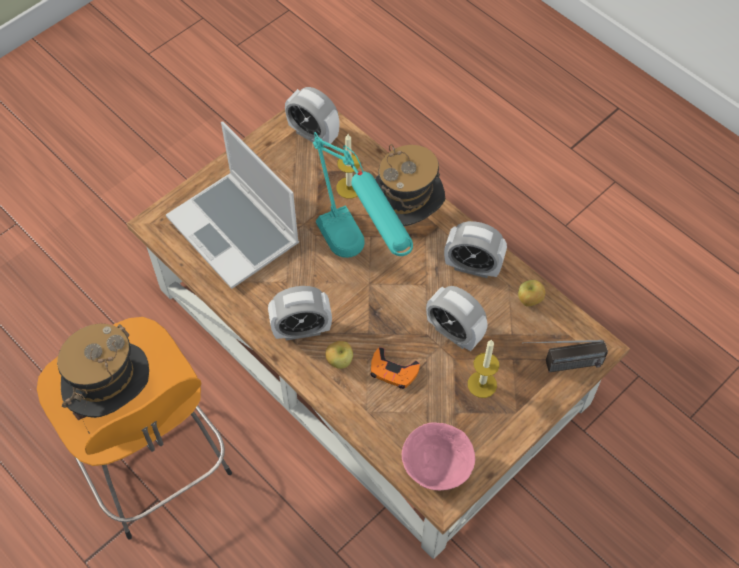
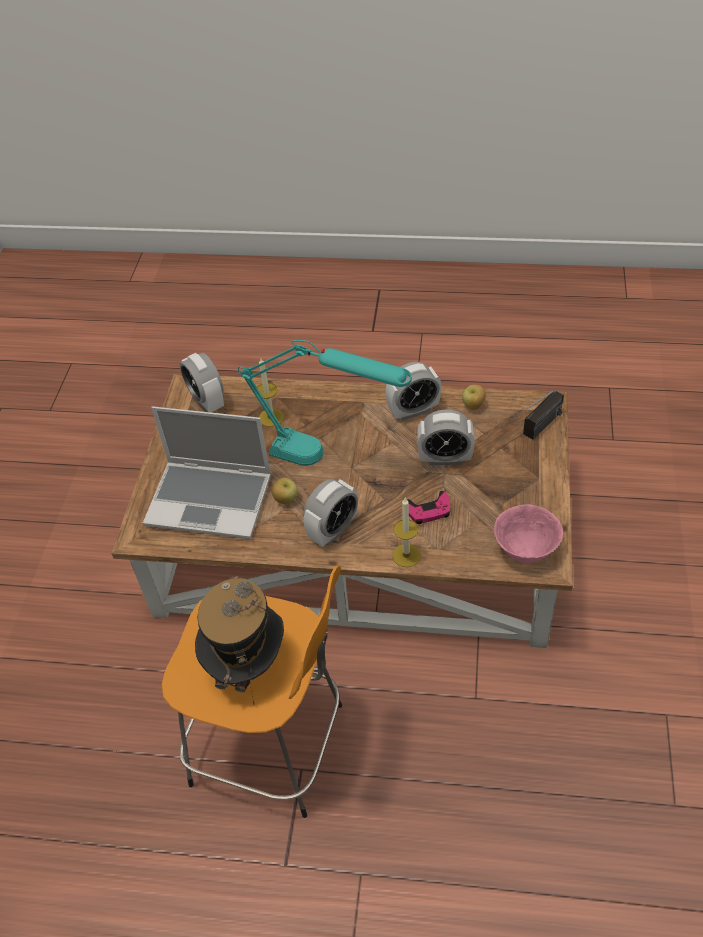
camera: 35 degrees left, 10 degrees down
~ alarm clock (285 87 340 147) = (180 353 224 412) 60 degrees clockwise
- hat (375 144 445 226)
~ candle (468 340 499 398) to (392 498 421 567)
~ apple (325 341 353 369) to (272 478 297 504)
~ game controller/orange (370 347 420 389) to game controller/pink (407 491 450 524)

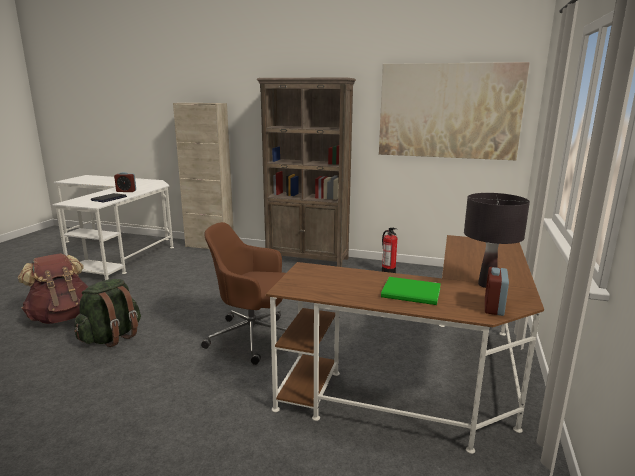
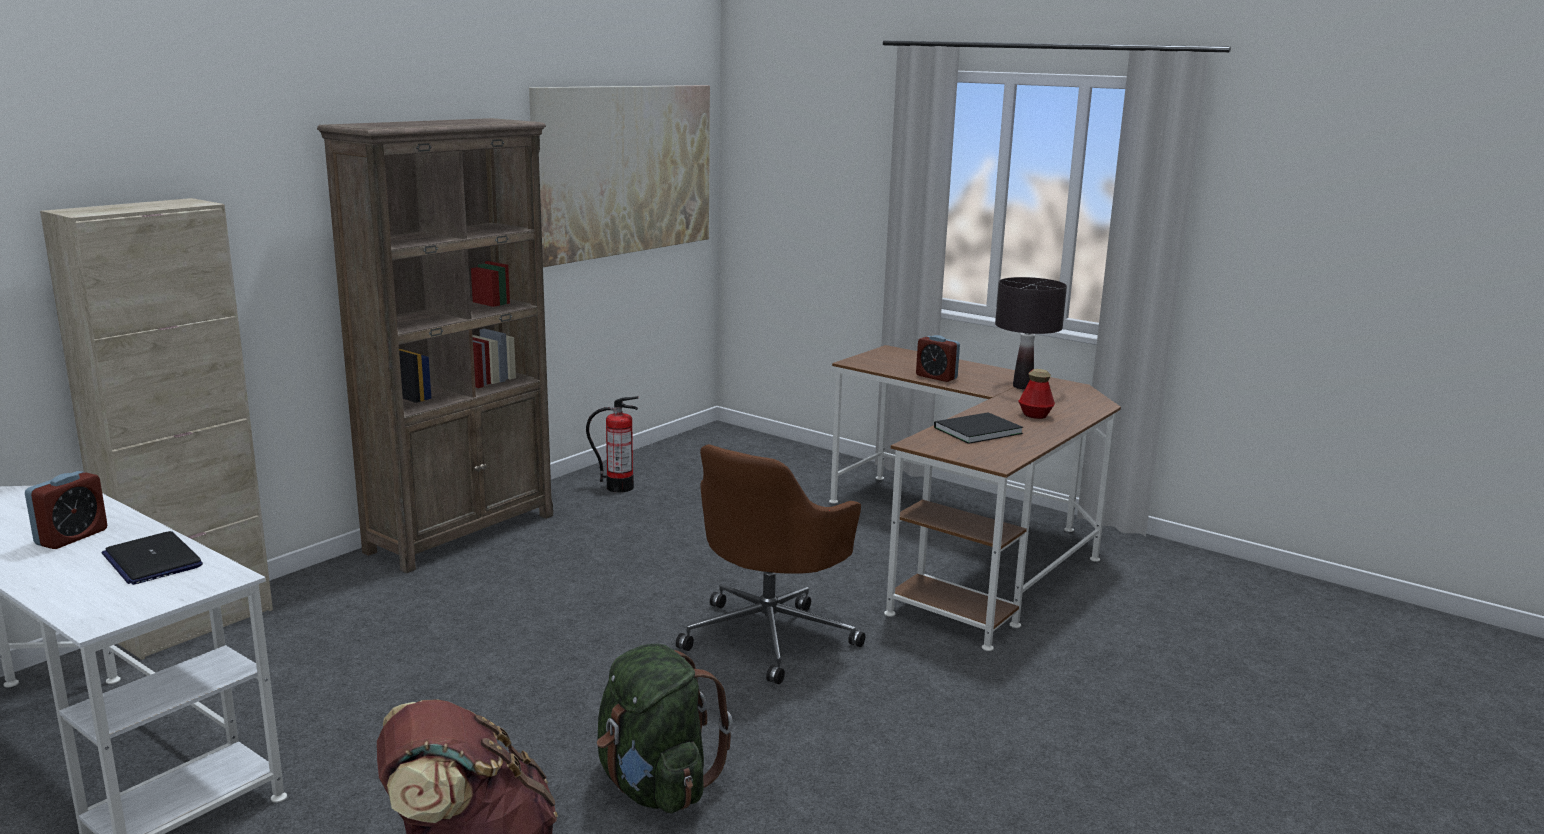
camera: 70 degrees left, 0 degrees up
~ alarm clock (485 267 509 316) to (916 335 960 382)
~ book/green (381 277 441 305) to bottle (1018 369 1055 419)
+ book/black (934 412 1023 444)

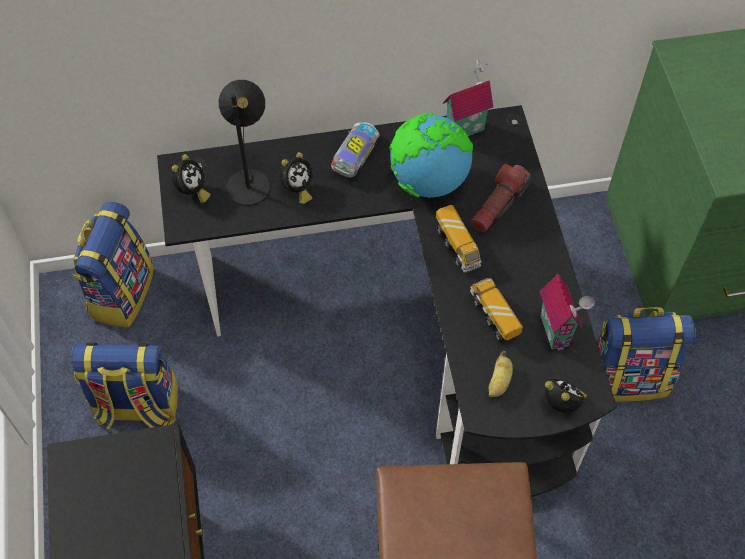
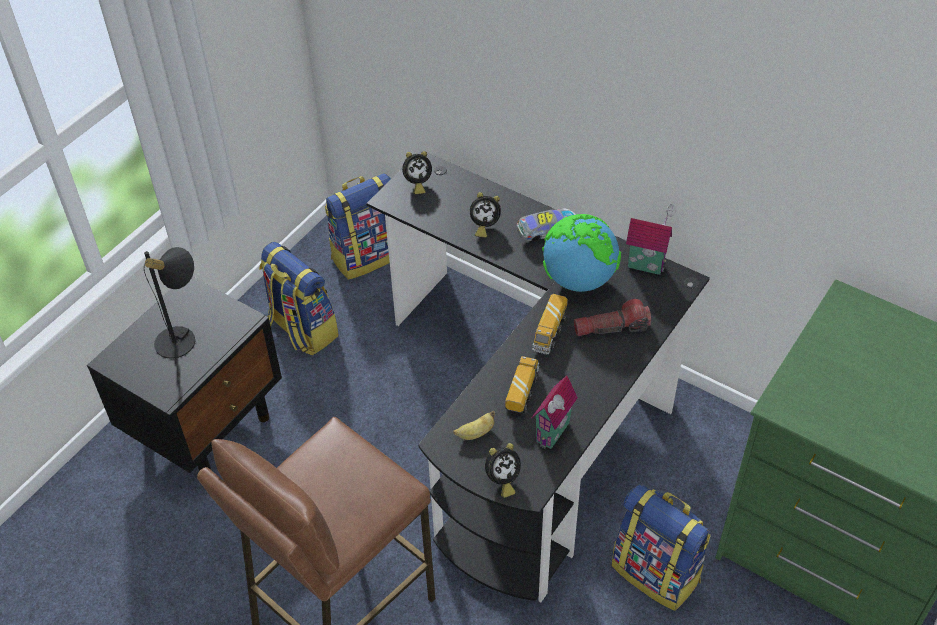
camera: 45 degrees right, 10 degrees down
~ table lamp/black (219 80 270 206) to (144 247 195 359)
~ alarm clock (545 377 587 413) = (485 443 521 498) 60 degrees clockwise

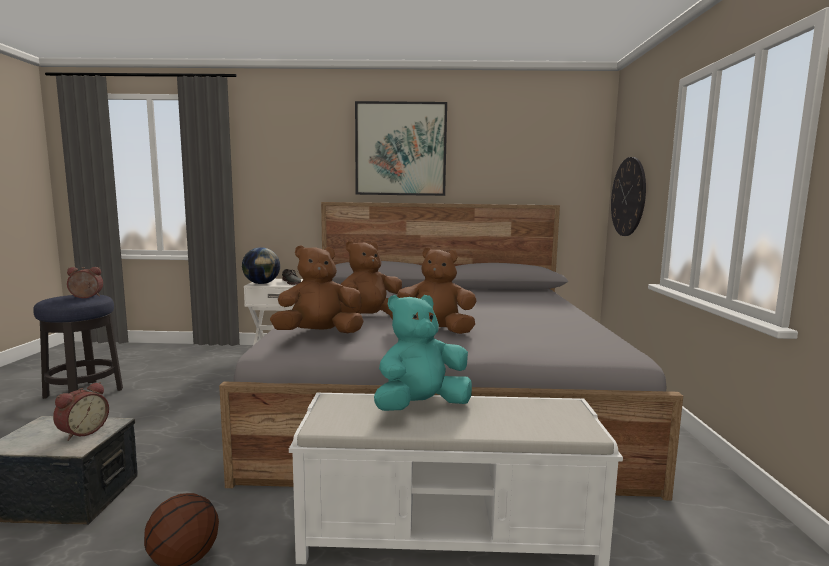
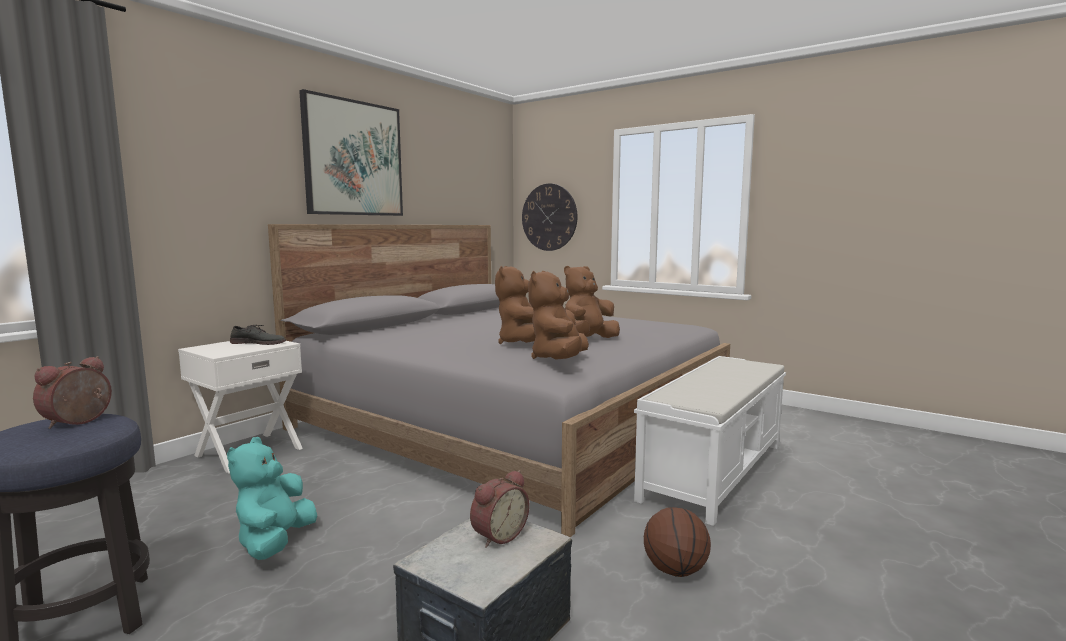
camera: 55 degrees left, 0 degrees up
- globe (242 247 280 284)
~ plush toy/turquoise (374 295 472 411) to (227 437 317 560)
~ alarm clock (53 382 109 441) = (470 470 529 548) 75 degrees clockwise

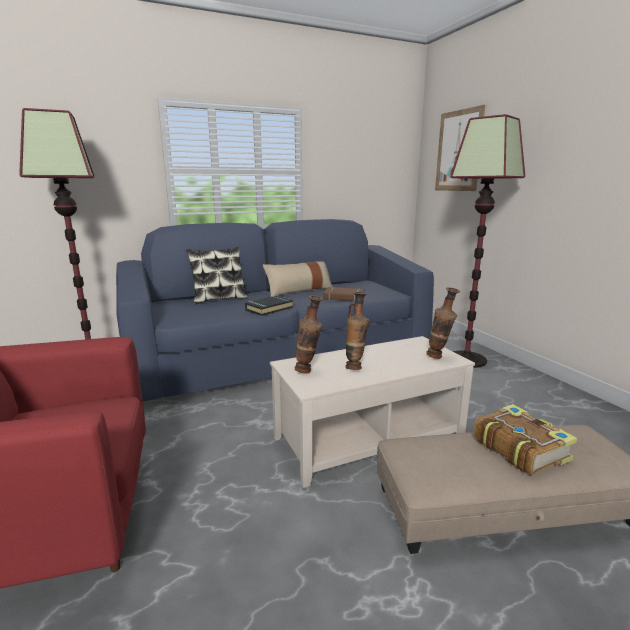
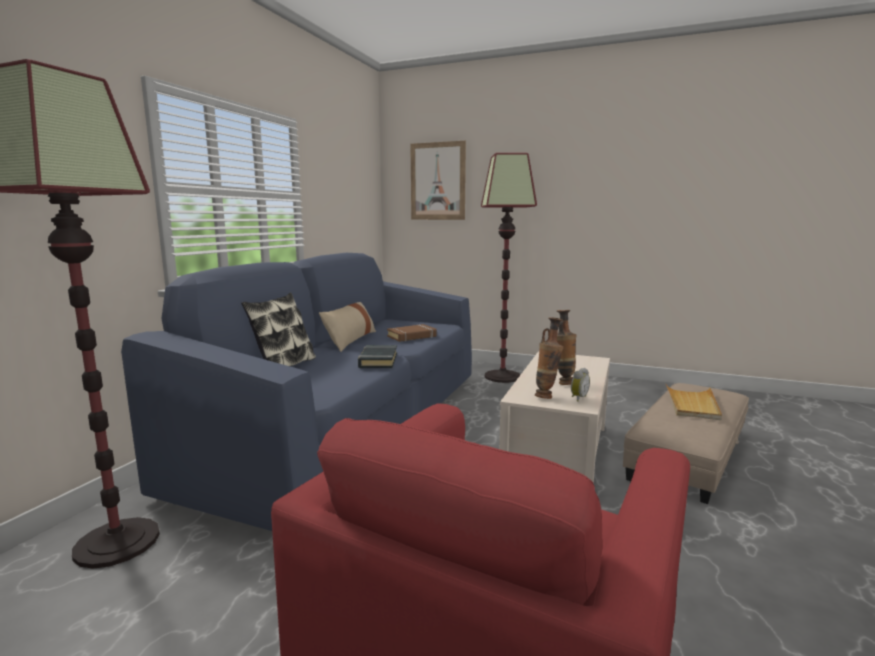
camera: 45 degrees left, 5 degrees down
- vase (426 287 460 359)
~ book (474 404 577 475) to tray/beige (665 383 722 420)
+ alarm clock (571 368 590 402)

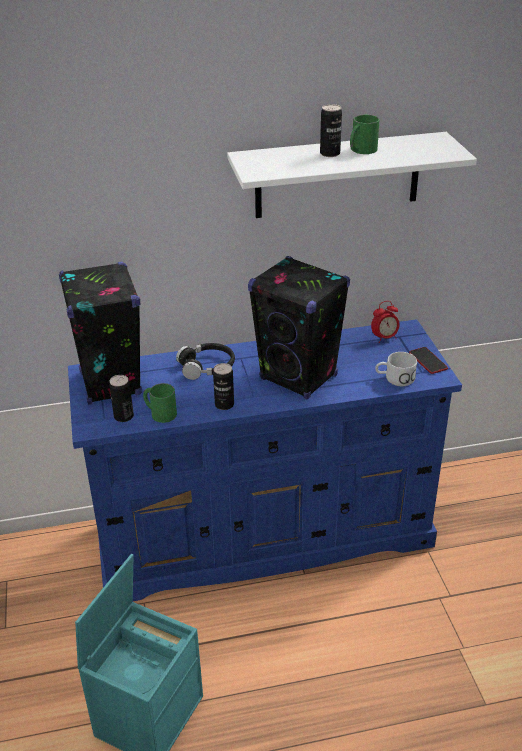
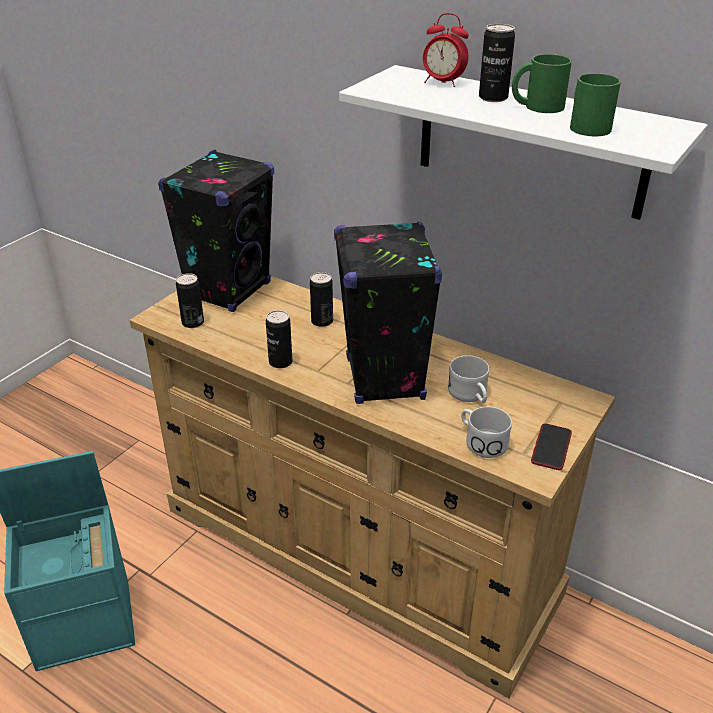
camera: 45 degrees right, 0 degrees up
~ alarm clock (371 301 400 343) to (423 13 468 87)
~ dresser/blue (68 319 462 601) to dresser/beige (130 276 615 699)
~ headphones/black (176 343 235 380) to can (310 272 333 327)
~ mug/green (143 383 177 423) to (570 73 621 136)
+ mug/white (448 355 489 403)

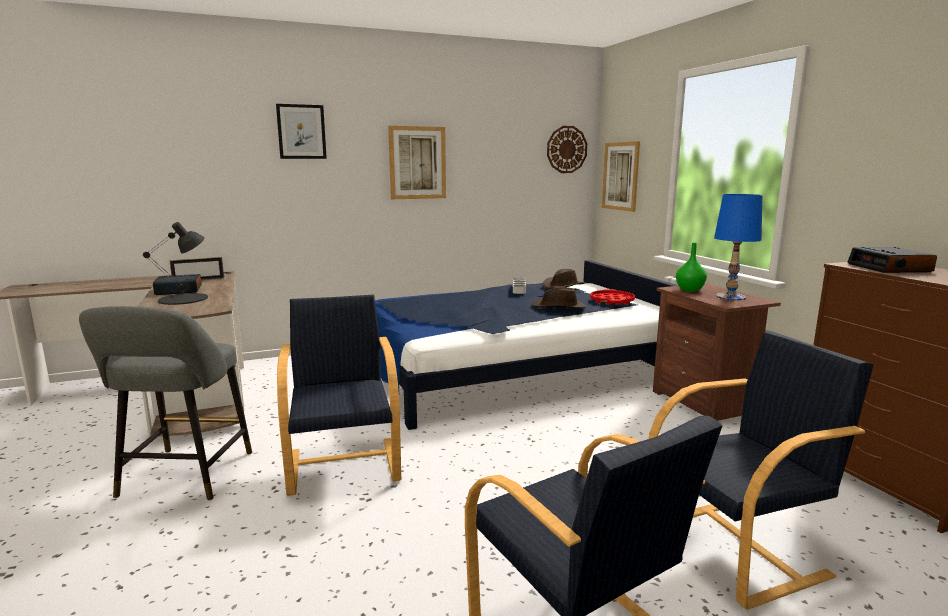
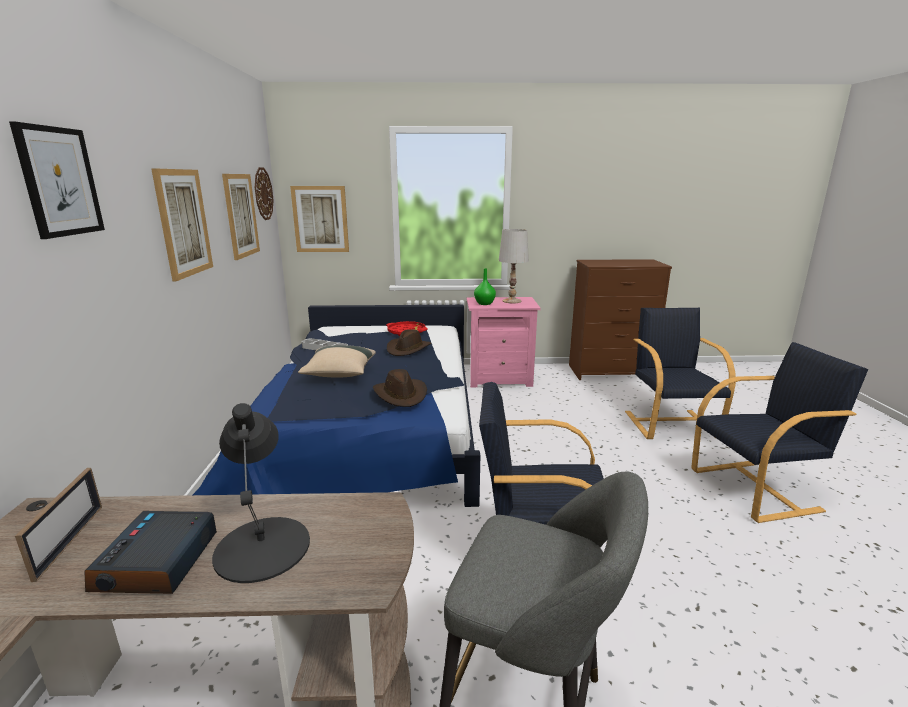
camera: 70 degrees left, 5 degrees up
~ table lamp/blue (714 194 762 300) to table lamp/white (499 229 529 304)
- alarm clock (848 247 937 273)
~ hat/brown (543 269 586 289) to (373 369 427 407)
~ nightstand/brown (653 283 781 421) to nightstand/pink (467 297 541 387)
+ picture (222 174 260 260)
+ pillow/beige (298 345 376 377)

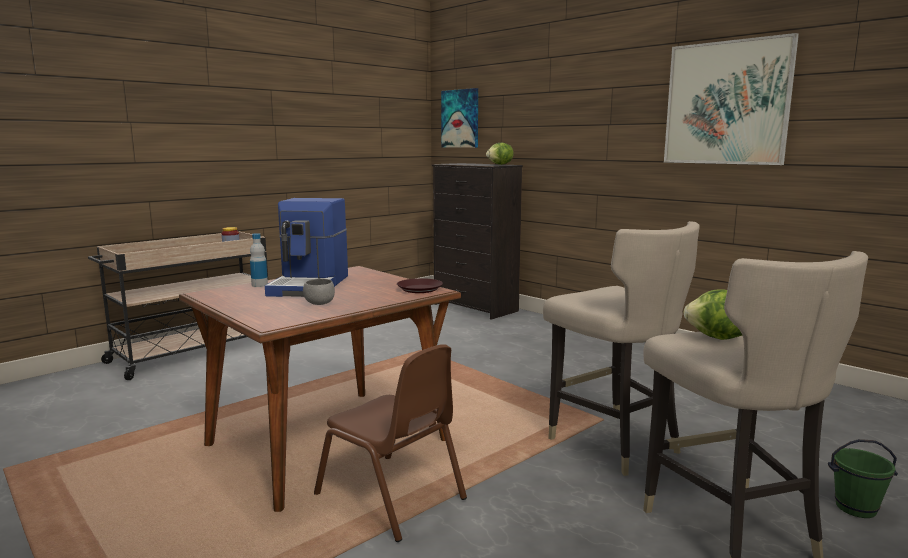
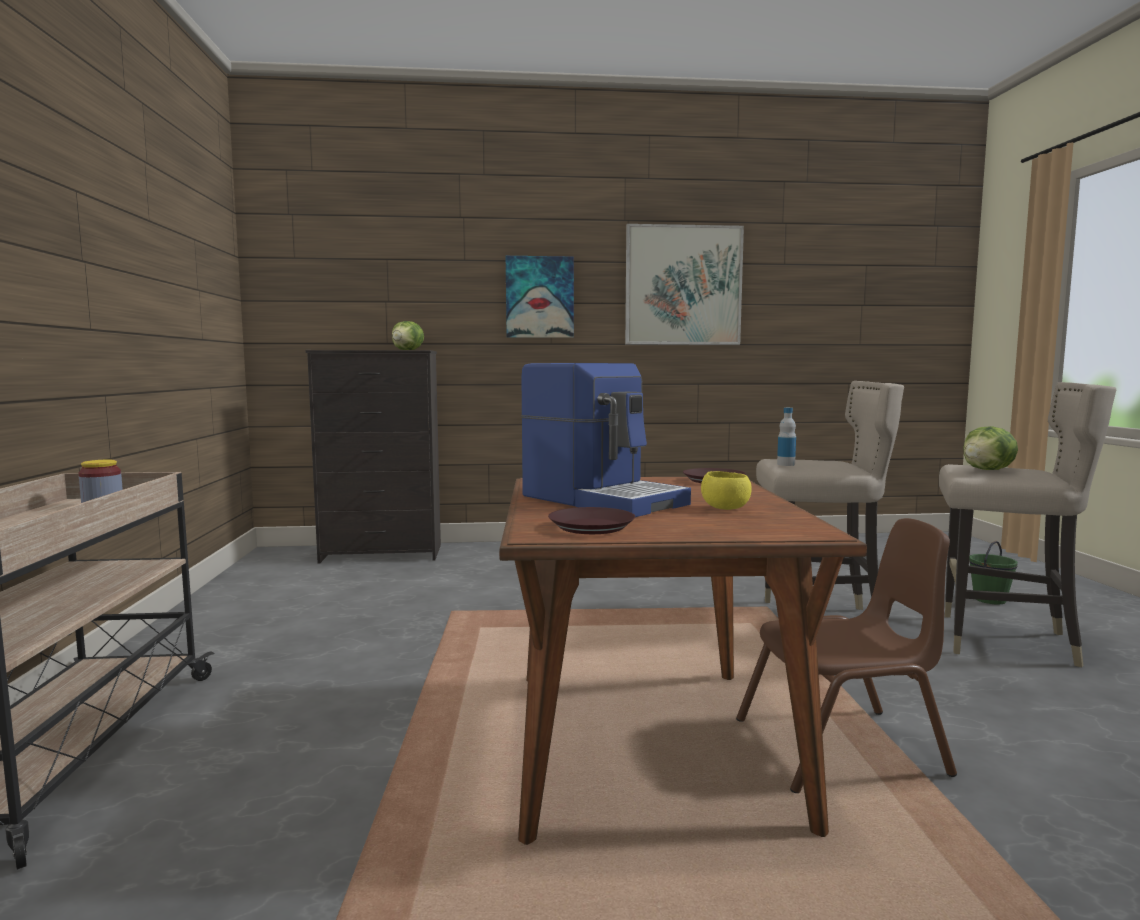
camera: 50 degrees left, 5 degrees down
~ picture (441 88 478 148) to (506 256 574 338)
~ bottle (250 233 268 287) to (777 408 796 466)
~ bowl/grey (303 278 335 305) to bowl/yellow (701 471 752 510)
+ plate/brown (548 507 635 534)

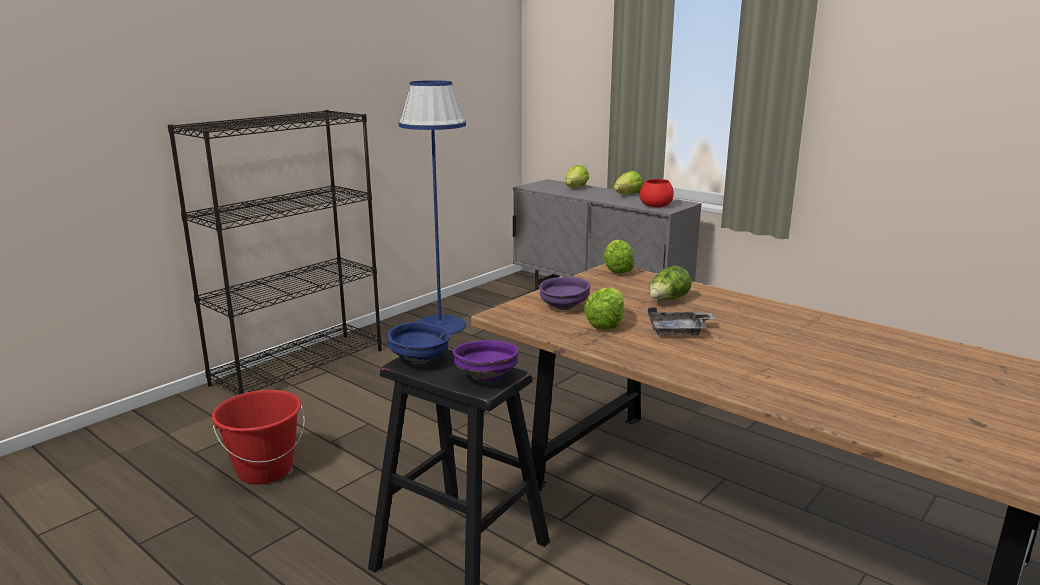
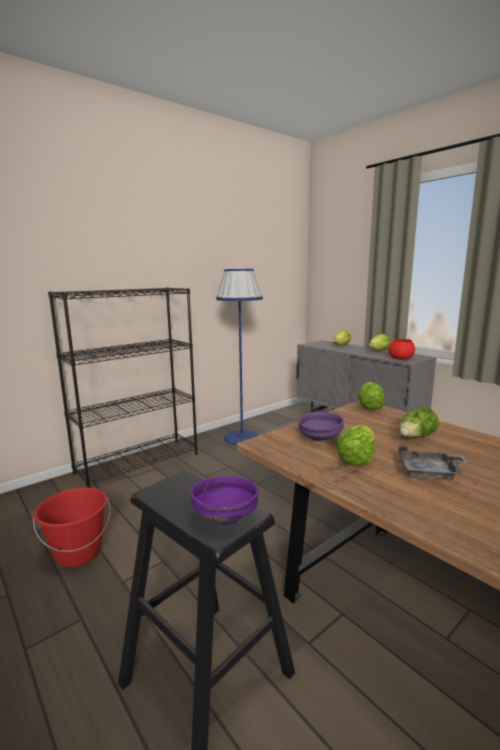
camera: 10 degrees right, 5 degrees down
- bowl/blue (387 322 450 364)

